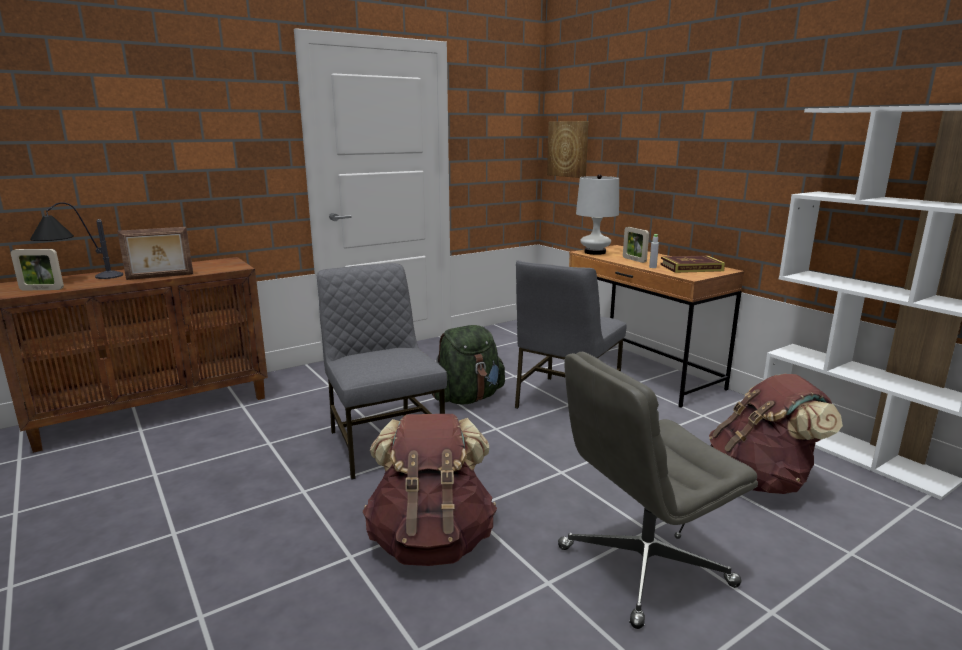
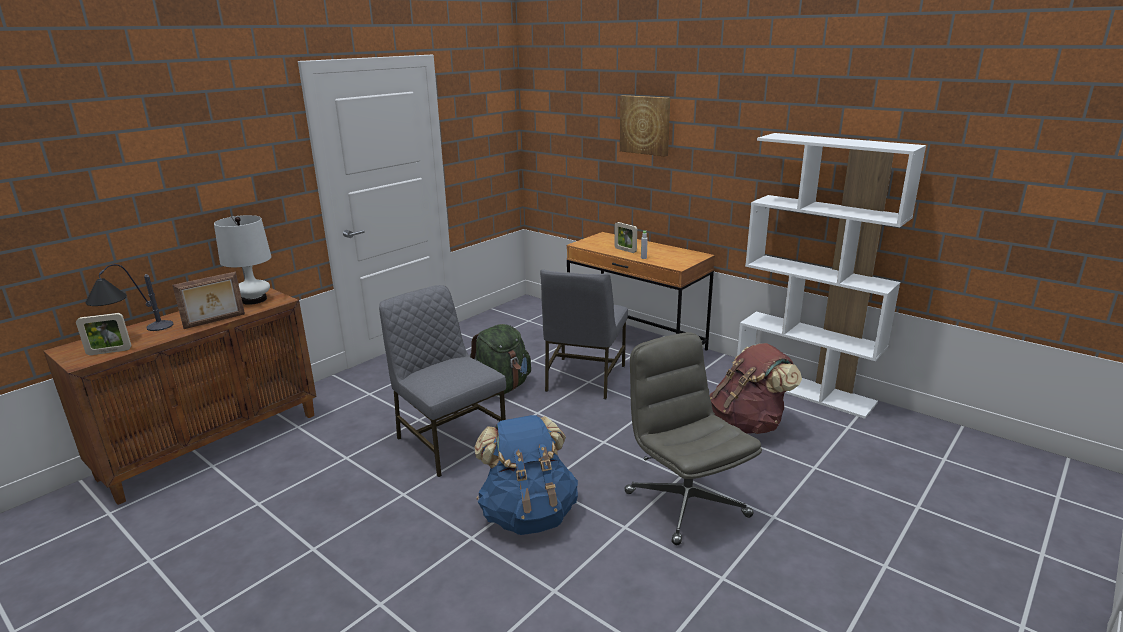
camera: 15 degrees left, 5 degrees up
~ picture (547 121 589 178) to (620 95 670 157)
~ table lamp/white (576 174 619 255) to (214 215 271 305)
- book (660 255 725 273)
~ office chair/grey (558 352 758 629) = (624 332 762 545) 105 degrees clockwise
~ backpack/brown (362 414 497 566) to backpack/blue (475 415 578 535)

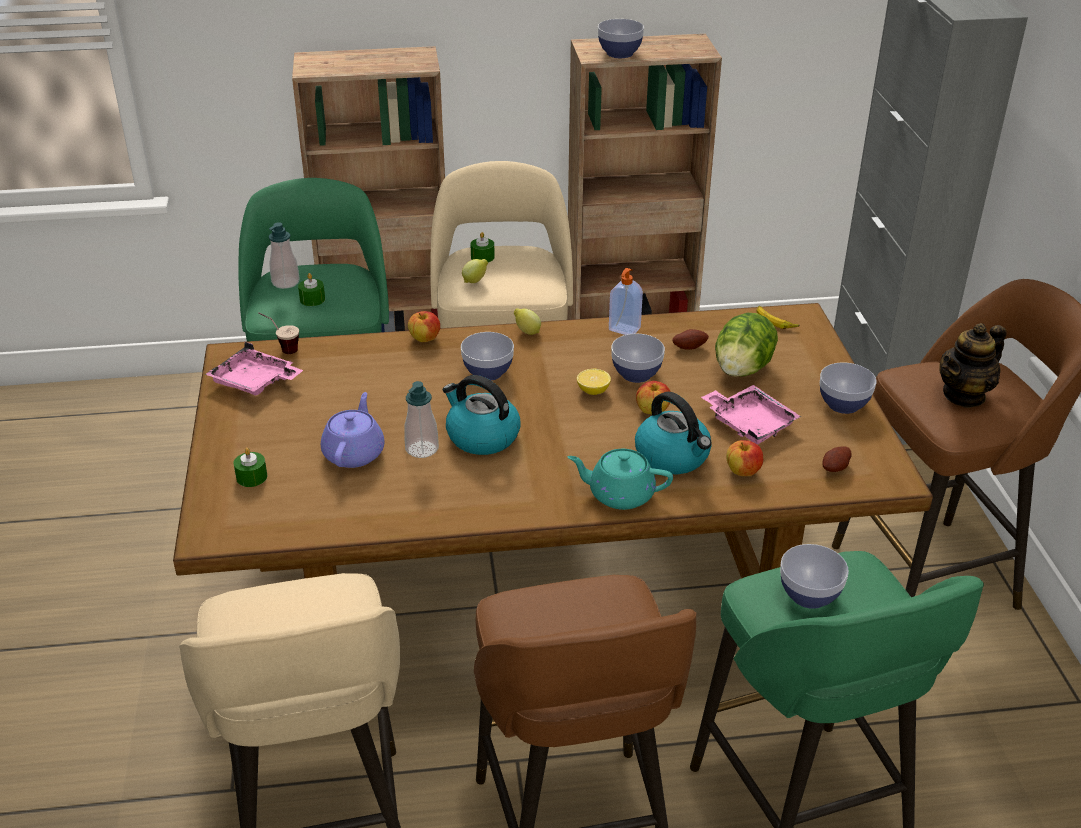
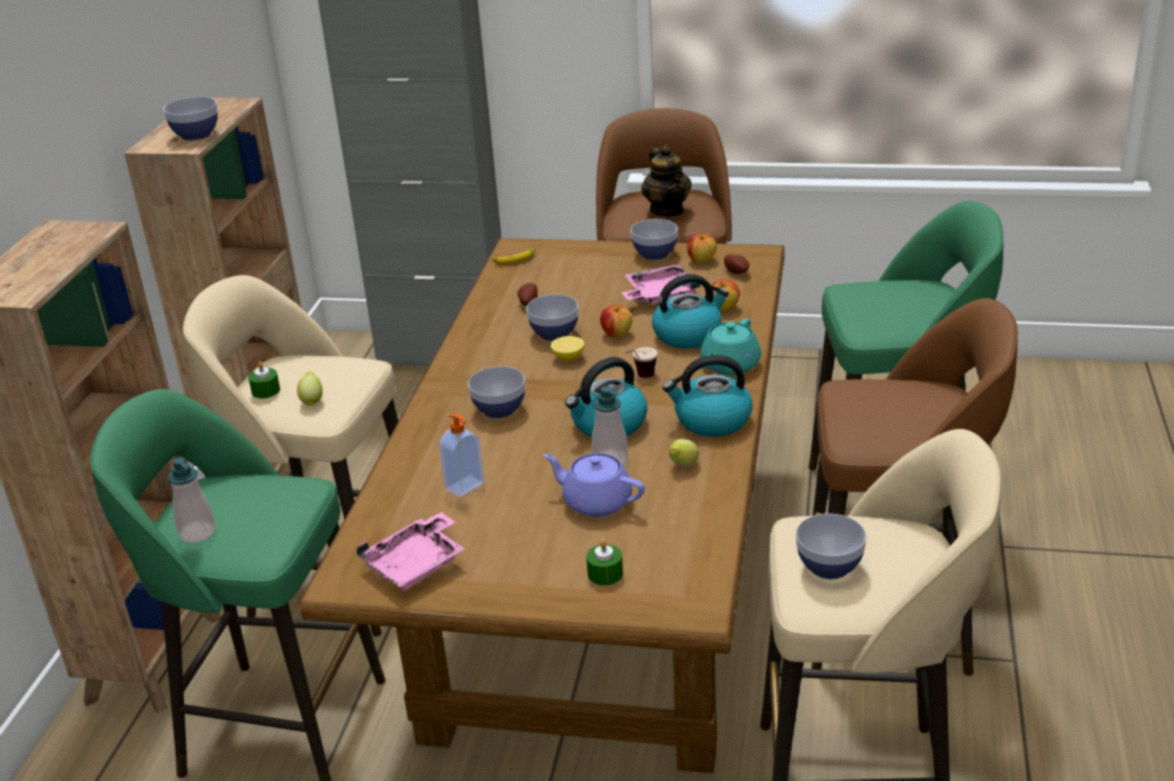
camera: 70 degrees left, 5 degrees down
~ soap dispenser (609 268 643 335) to (439 413 485 497)
- candle/green (298 273 325 306)
~ lemon (514 308 541 335) to (669 439 699 467)
~ apple (408 311 440 342) to (687 233 717 263)
~ cup (258 312 299 354) to (624 347 657 378)
- lettuce (715 313 778 377)
~ bowl (780 544 849 609) to (796 514 867 579)
+ kettle (663 355 752 437)

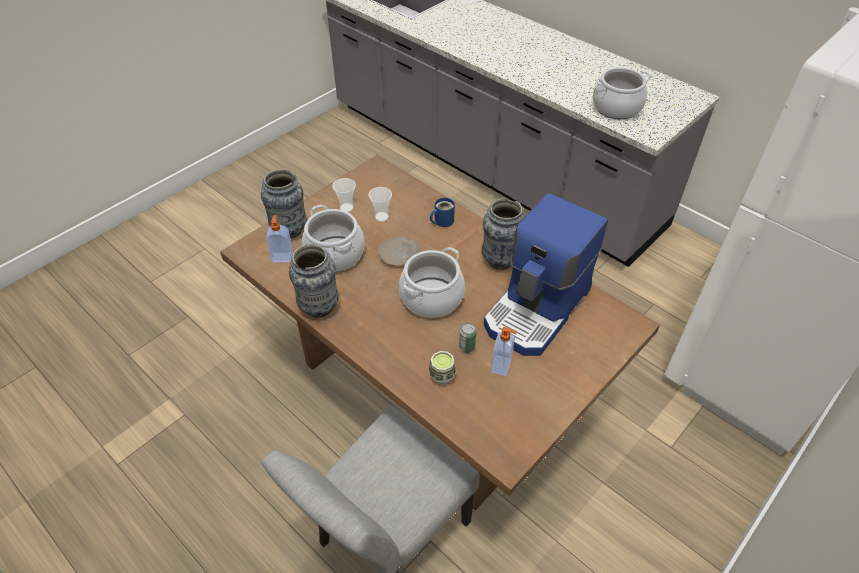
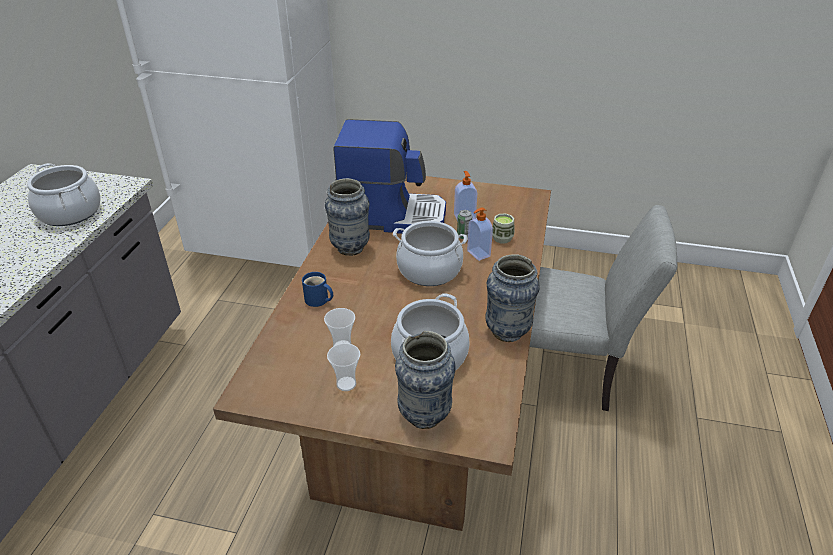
camera: 120 degrees left, 10 degrees down
~ soap dispenser (266 215 293 263) to (467 208 493 261)
- plate/beige (378 236 419 266)

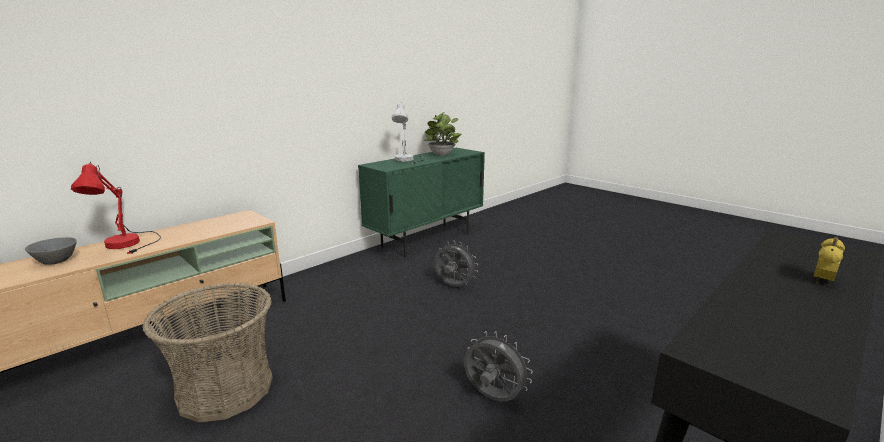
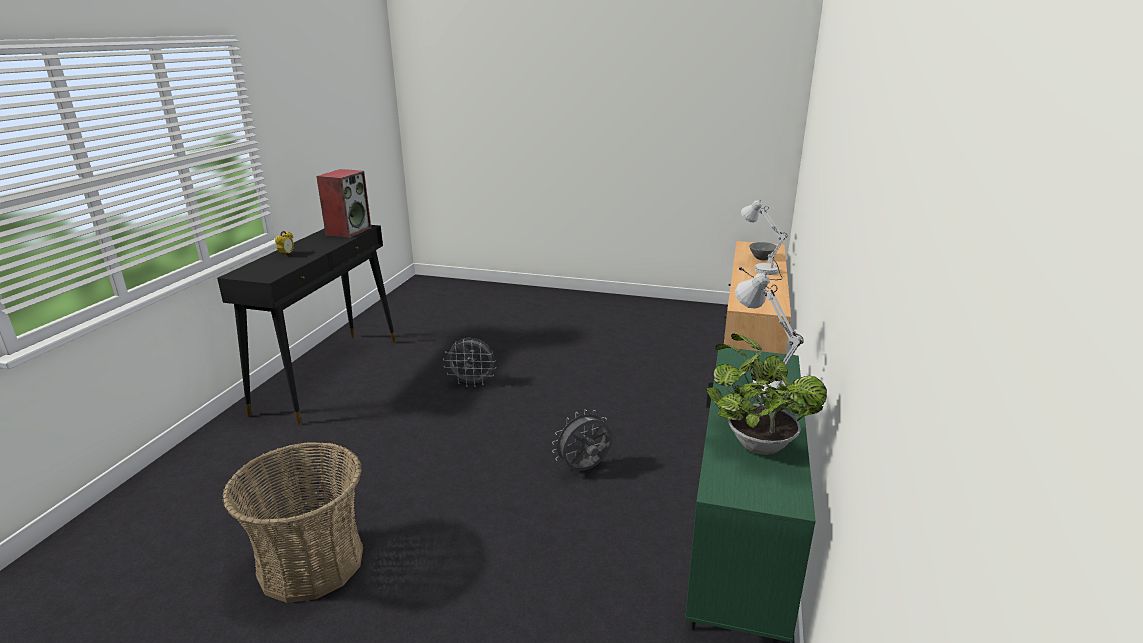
camera: 150 degrees right, 5 degrees up
~ table lamp/red (71 162 161 254) to table lamp/white (738 200 787 280)
~ fan/grey (434 241 478 286) = (552 409 613 471) 150 degrees clockwise
~ basket (142 283 273 422) to (222 442 363 603)
+ speaker (316 169 371 238)

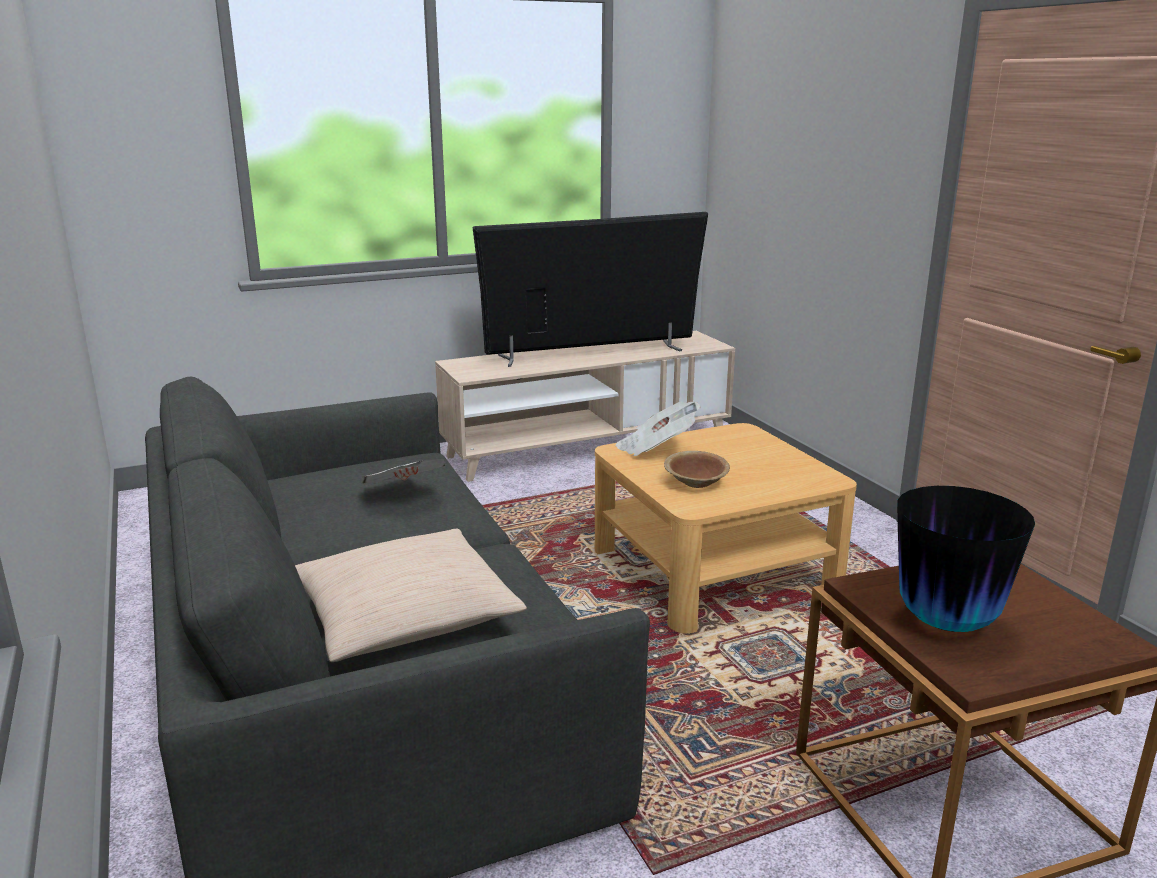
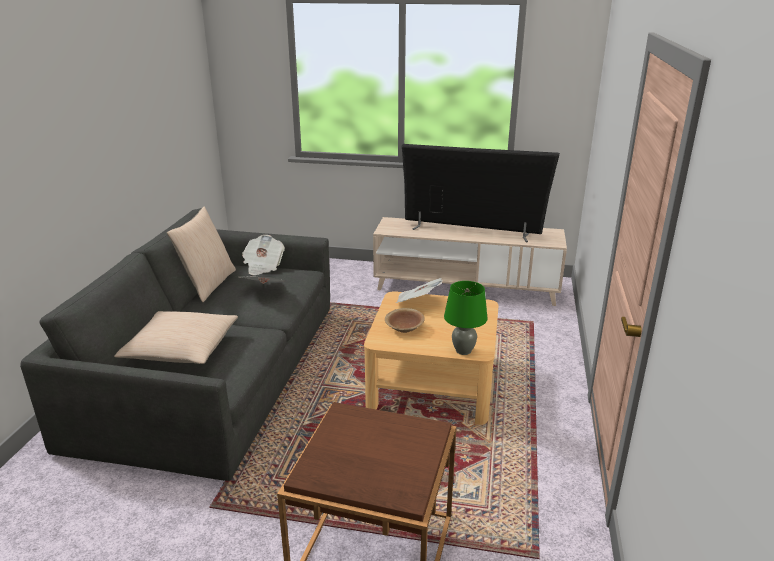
camera: 35 degrees right, 5 degrees up
- vase (897 486 1035 632)
+ pillow/beige (167 207 236 302)
+ newspaper (242 235 285 275)
+ table lamp/green (444 281 487 355)

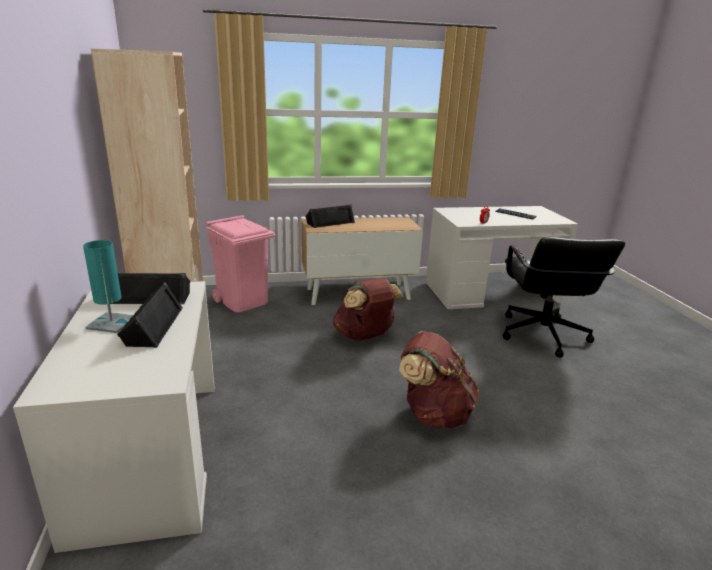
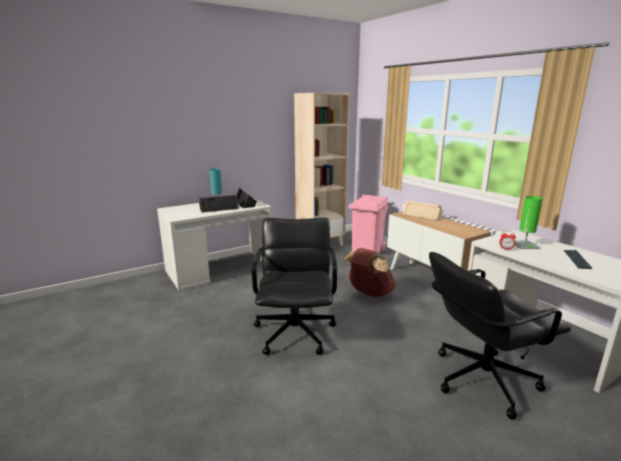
camera: 70 degrees right, 5 degrees down
~ speaker/black (306 204 355 228) to speaker/beige (403 200 443 220)
~ backpack/brown (399 331 479 429) to office chair/black (252 218 337 355)
+ table lamp/green (515 196 543 249)

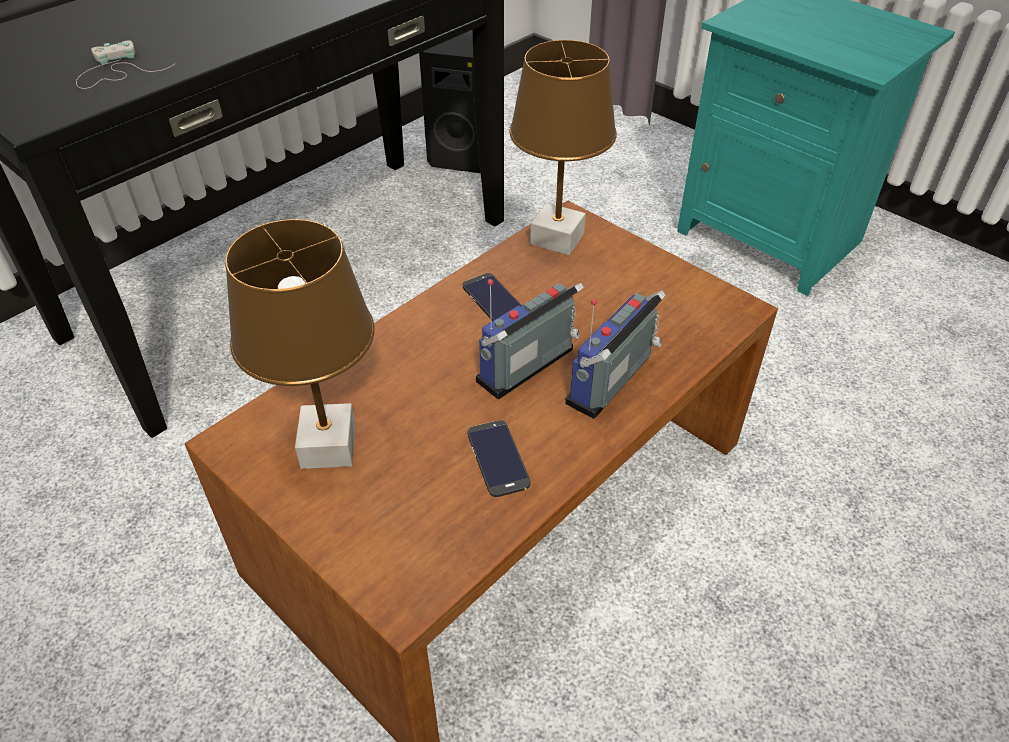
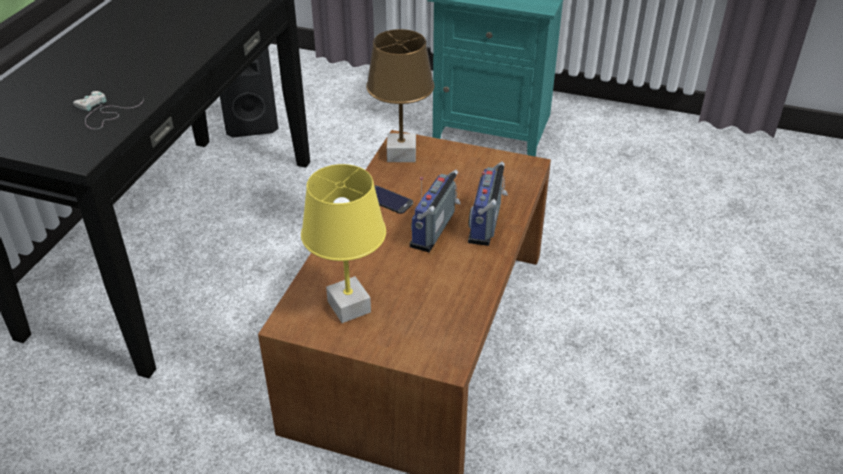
camera: 25 degrees left, 5 degrees down
~ table lamp/brown (225 219 375 469) to table lamp/yellow (301 164 386 323)
- phone (468 420 530 497)

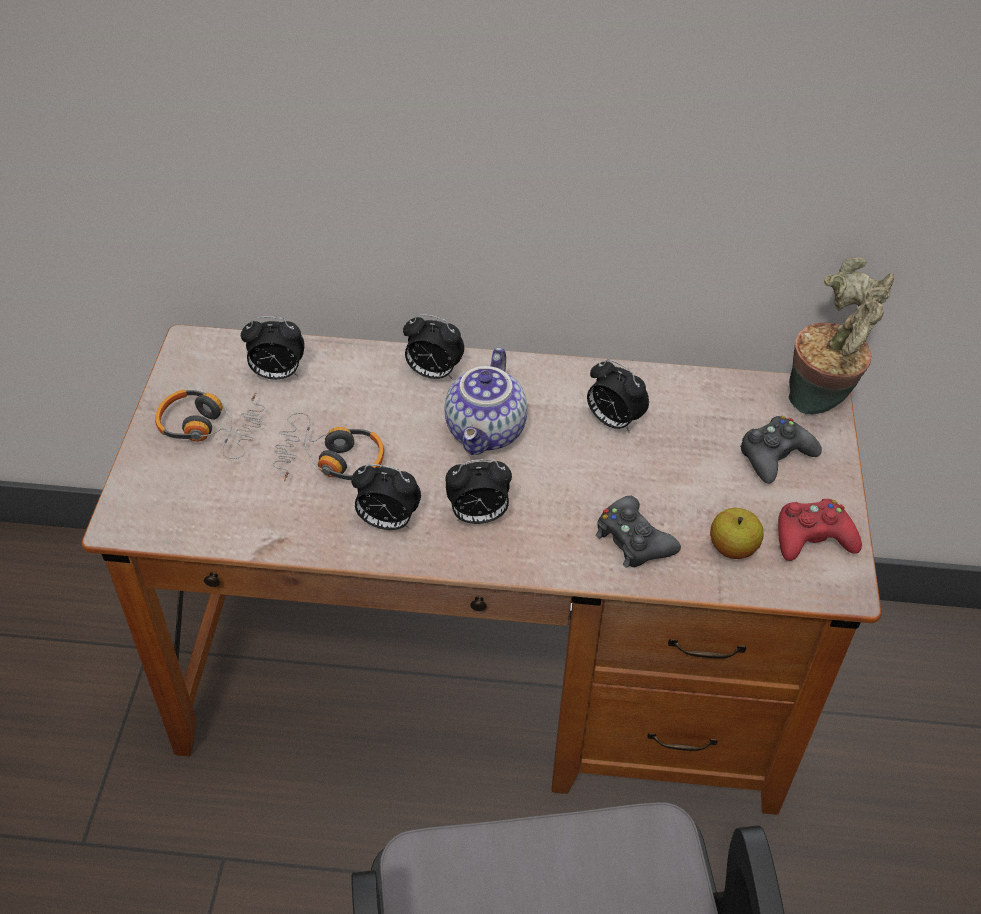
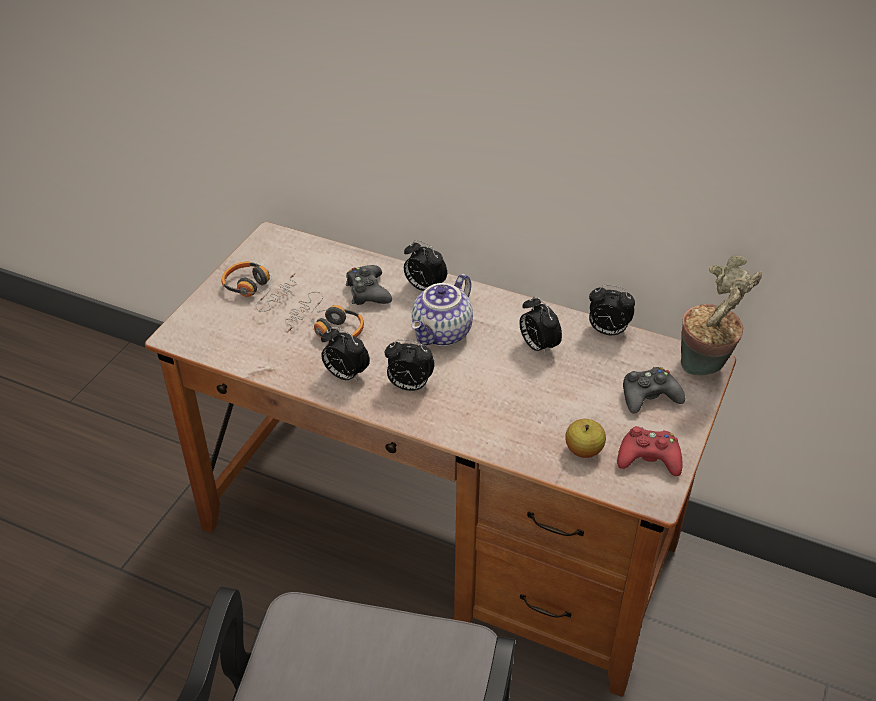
camera: 20 degrees right, 5 degrees down
~ alarm clock (241 316 305 380) to (589 285 635 336)
~ game controller/black (596 496 681 568) to (346 265 392 305)

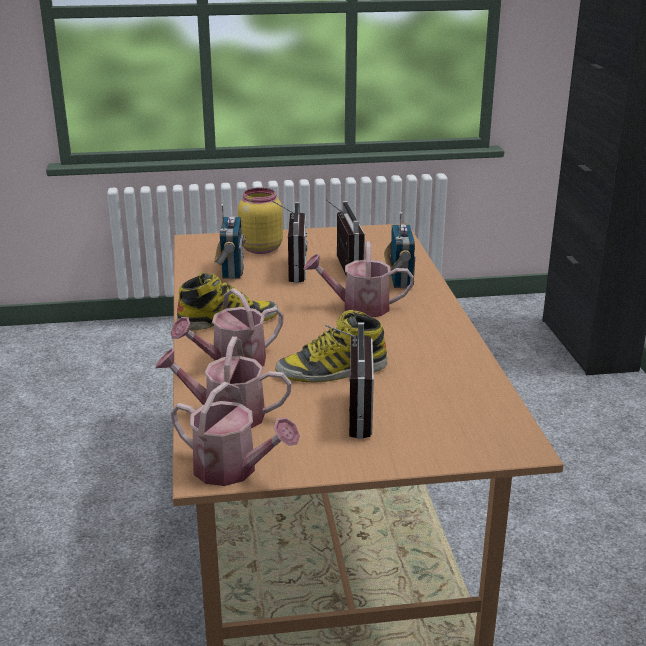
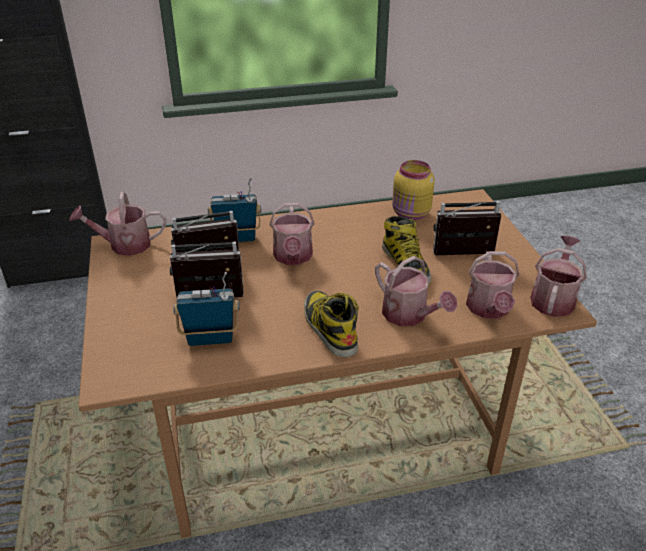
camera: 95 degrees left, 10 degrees up
~ jar/yellow (238 188 283 254) to (392 160 435 220)
+ watering can (69 192 166 256)

